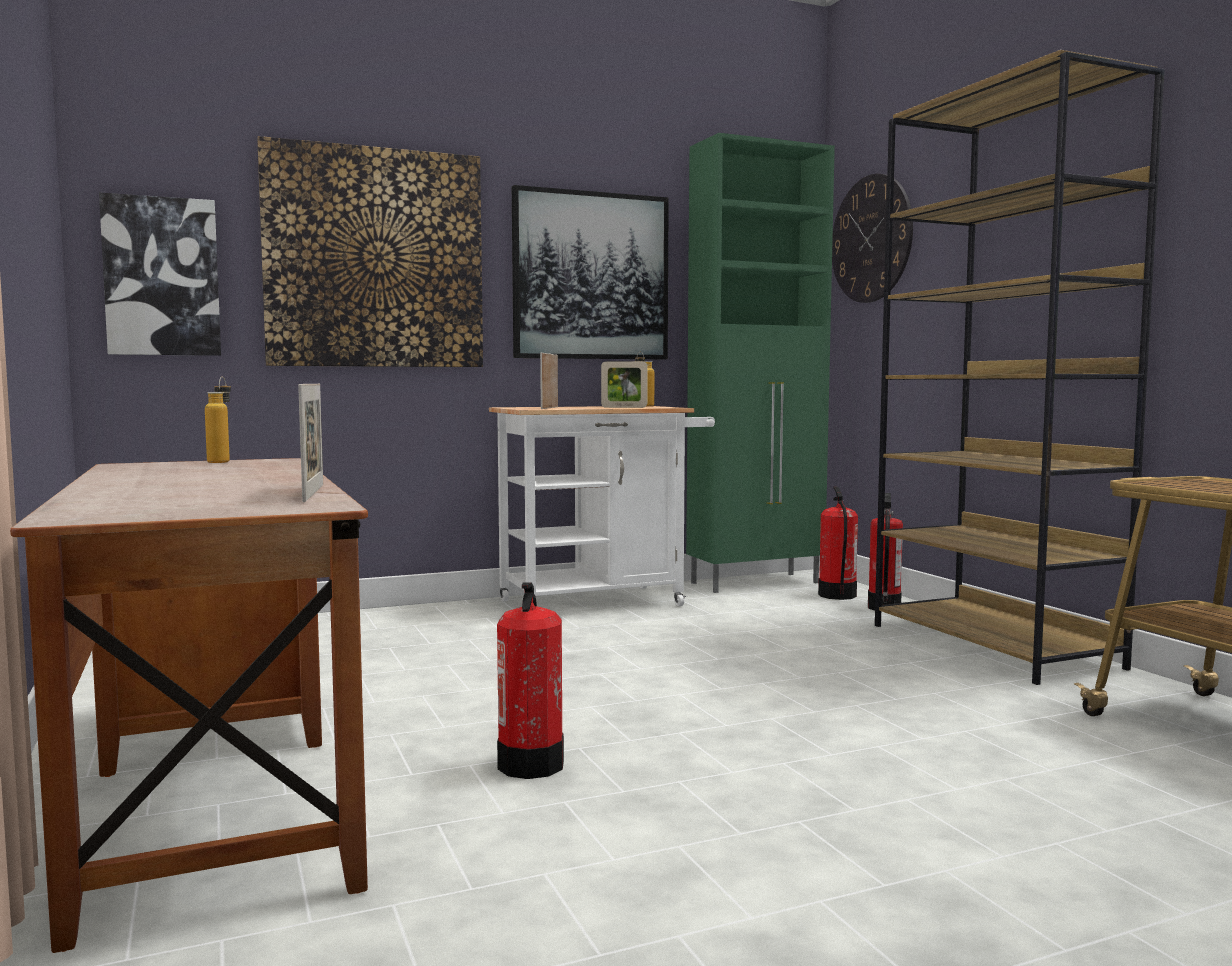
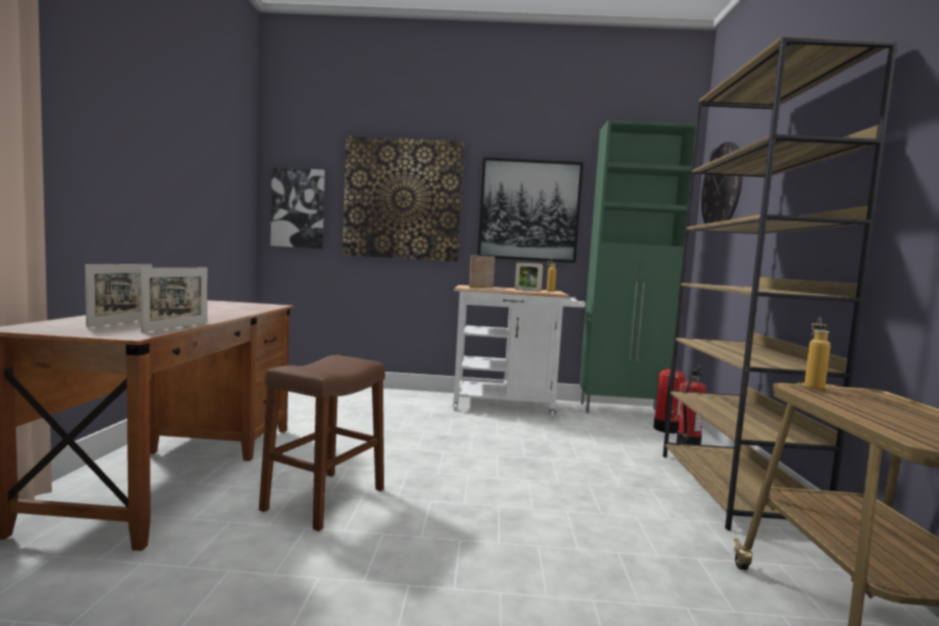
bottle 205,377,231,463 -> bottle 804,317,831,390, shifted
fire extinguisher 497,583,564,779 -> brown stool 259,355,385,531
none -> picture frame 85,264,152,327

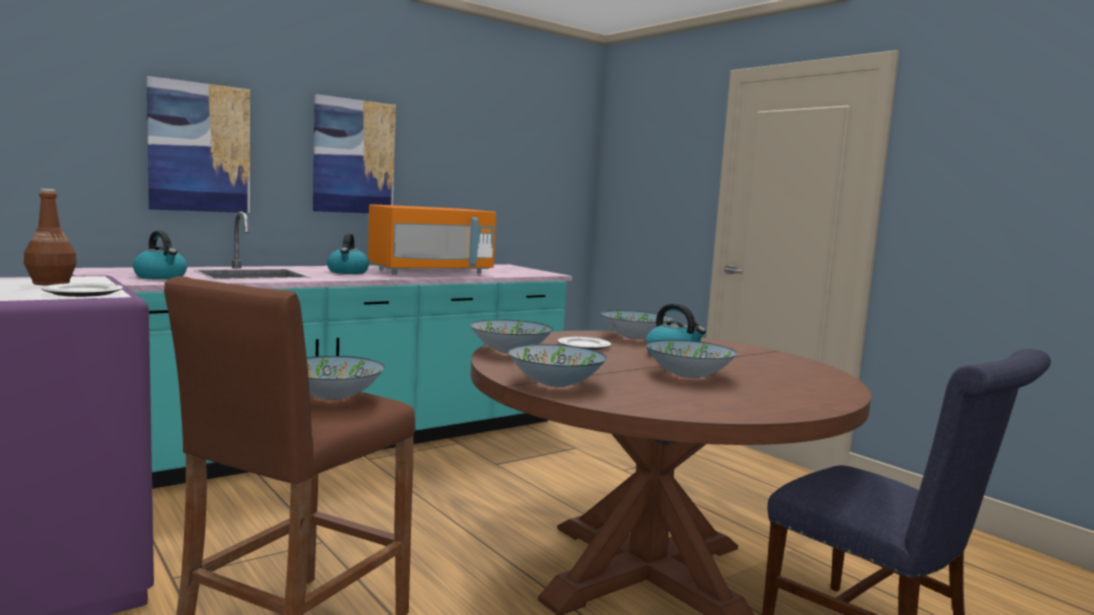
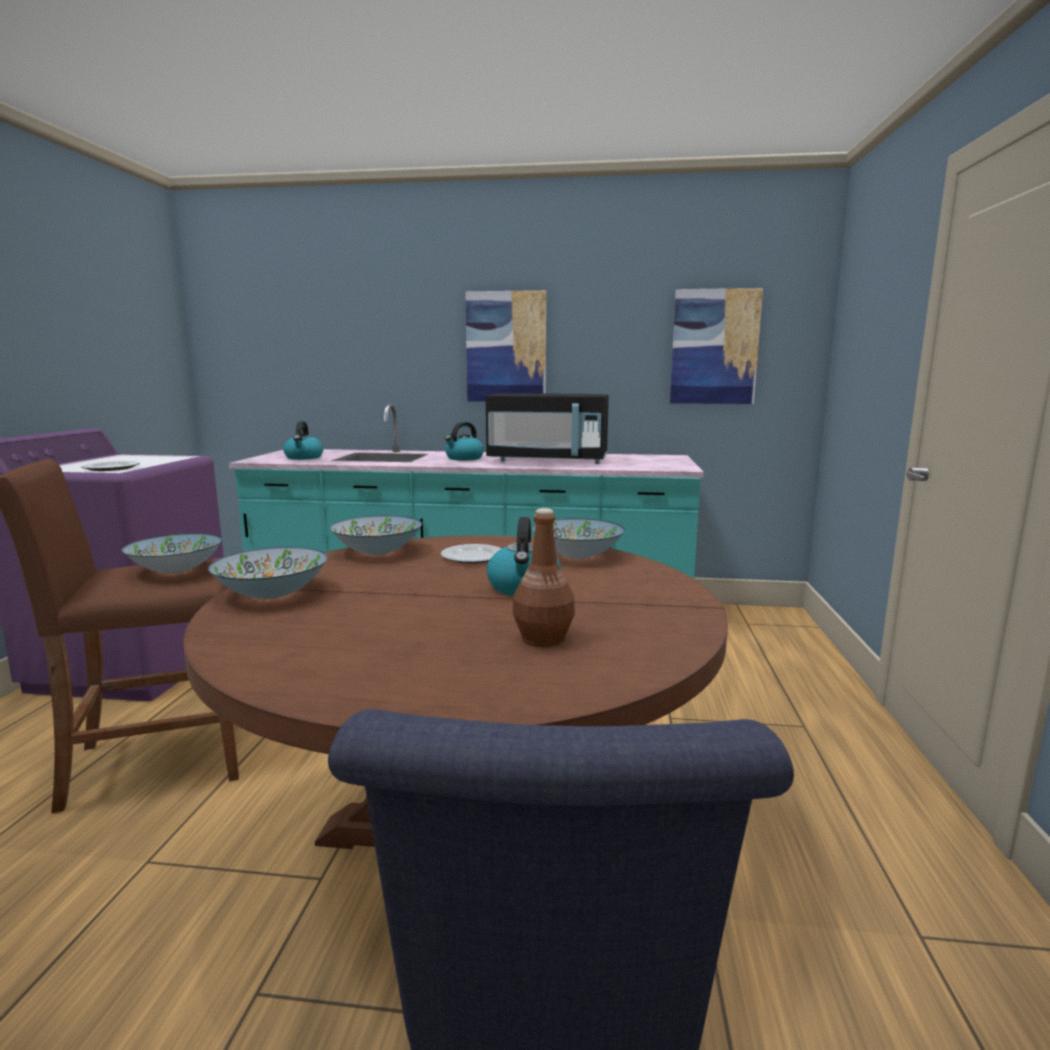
brown bottle 24,189,77,286 -> brown bottle 513,508,575,647, shifted
picture 146,76,250,213 -> picture 670,288,763,404, shifted
orange microwave 368,204,496,274 -> black microwave 486,393,609,464
bowl 646,340,737,378 -> none

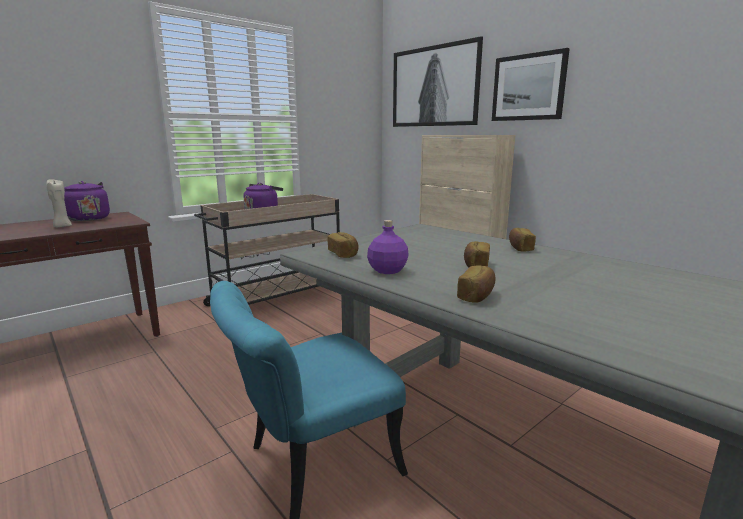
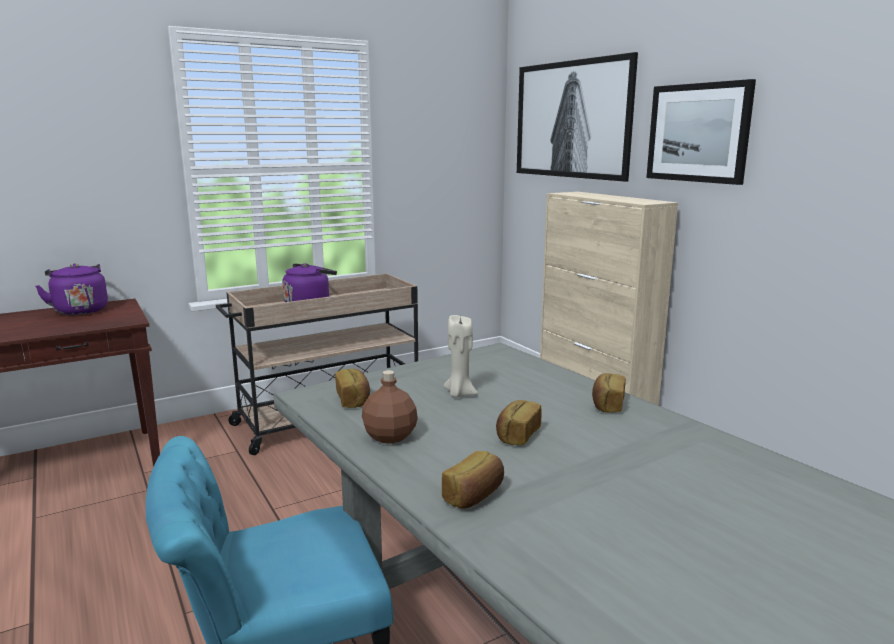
beige candle 46,180,72,227 -> beige candle 444,315,478,398, shifted
purple bottle 367,220,409,274 -> brown bottle 362,370,418,444

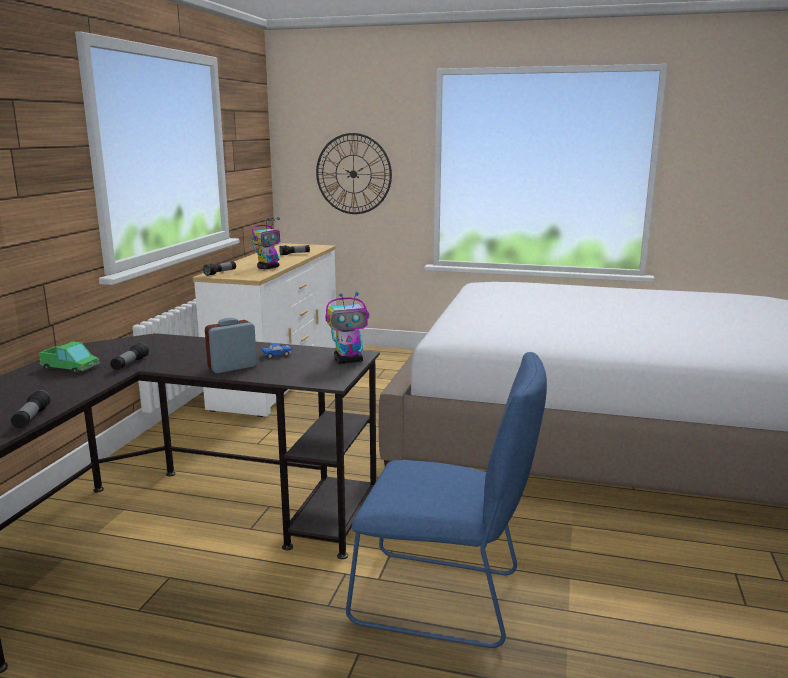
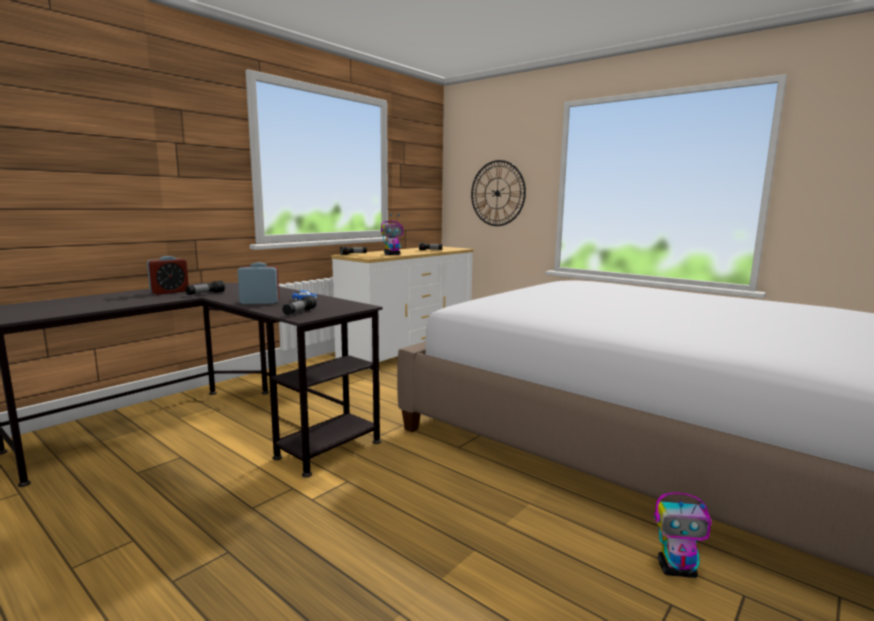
flashlight 11,390,51,428 -> flashlight 282,295,317,315, shifted
toy truck 39,342,100,374 -> alarm clock 147,256,189,295
toy robot 325,292,369,364 -> toy robot 654,493,712,578, shifted
blue chair 346,352,547,648 -> none

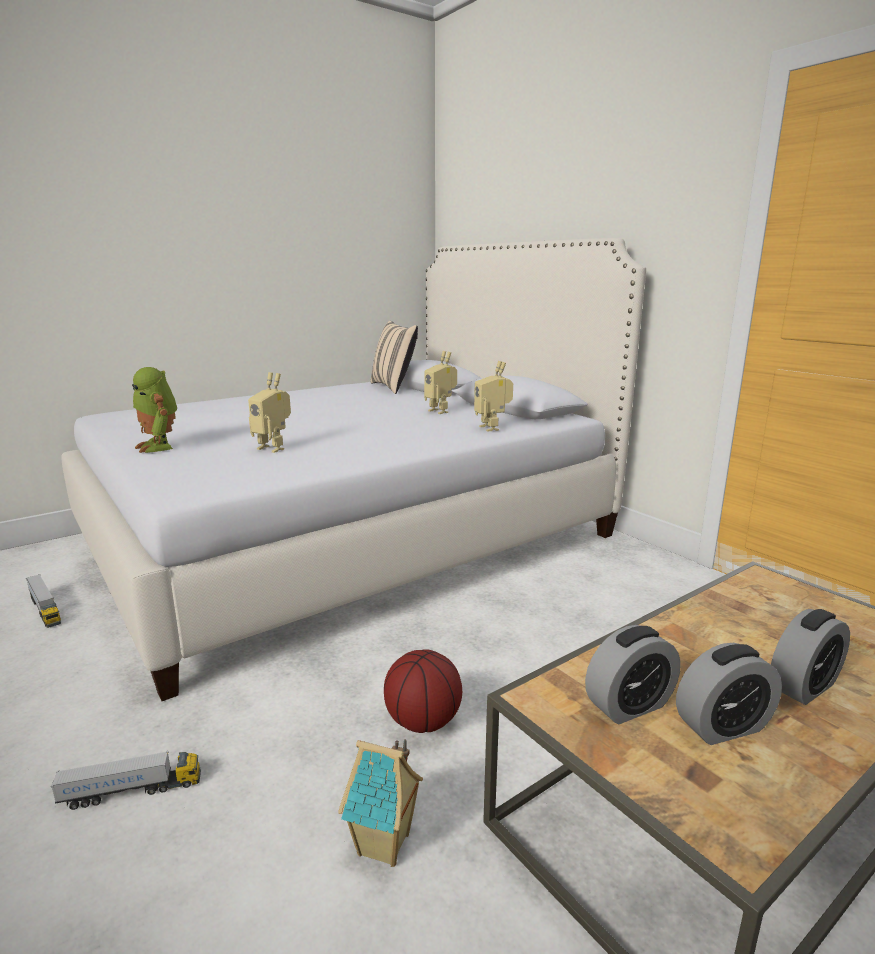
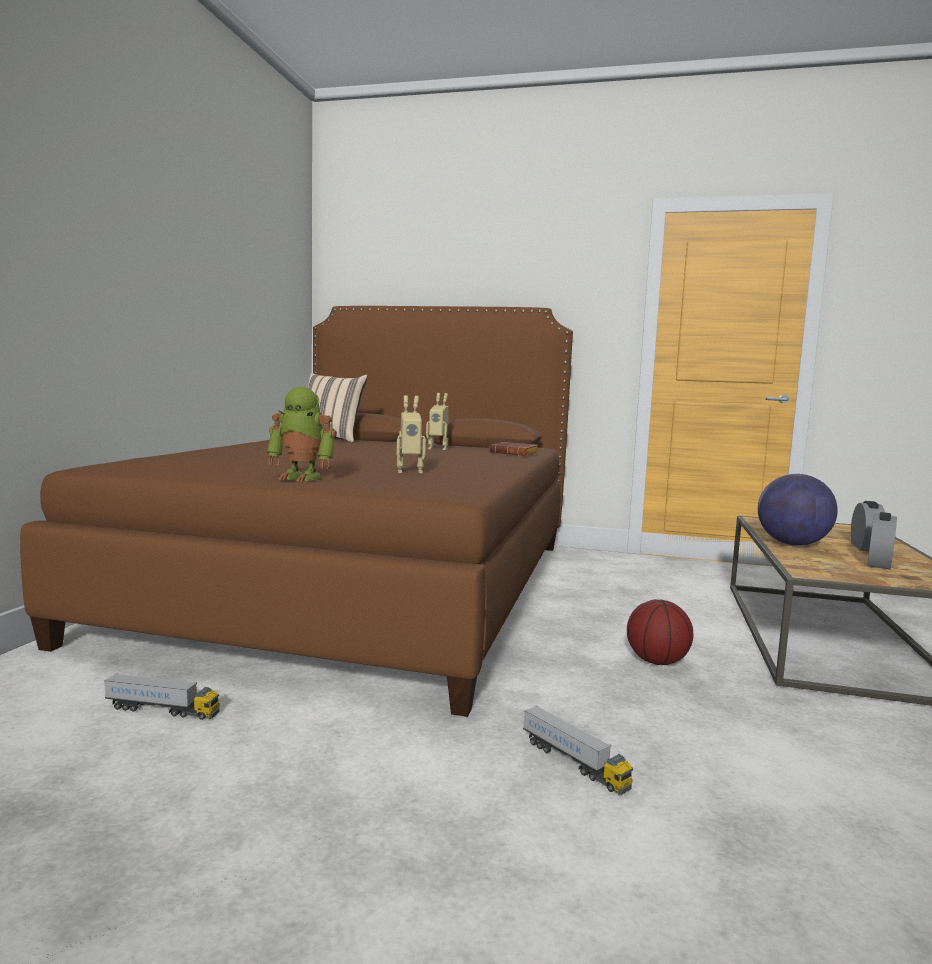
toy truck 51,751,201,810 -> toy truck 523,705,633,795, 105 degrees clockwise
white bed 61,238,646,701 -> brown bed 20,306,573,717
toy house 338,739,423,867 -> none
toy robot 474,361,513,431 -> brown book 489,442,538,456
alarm clock 585,625,681,724 -> none
none -> globe 758,474,838,546

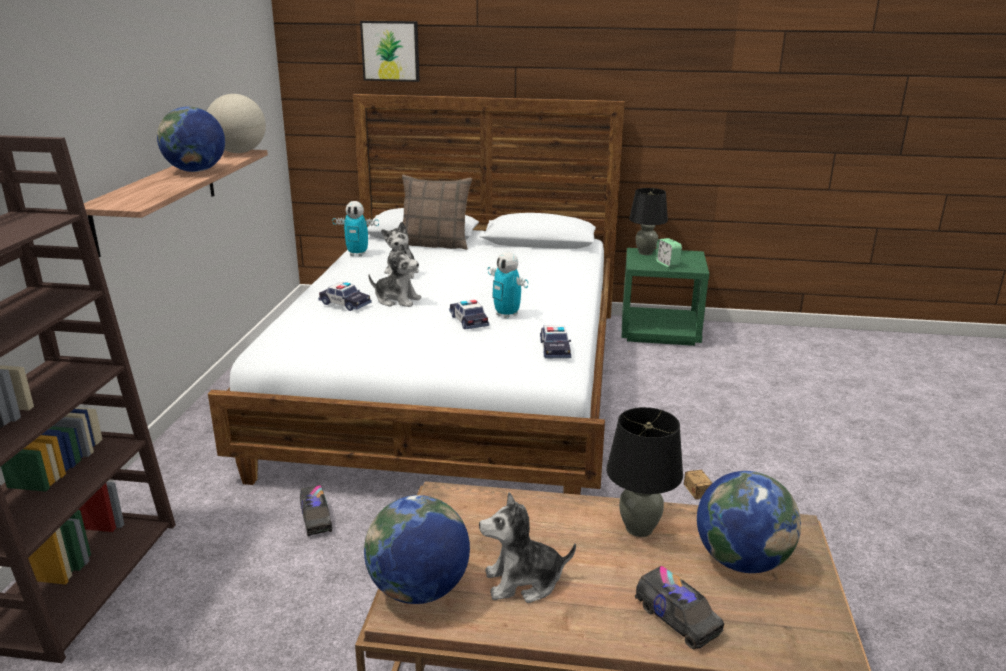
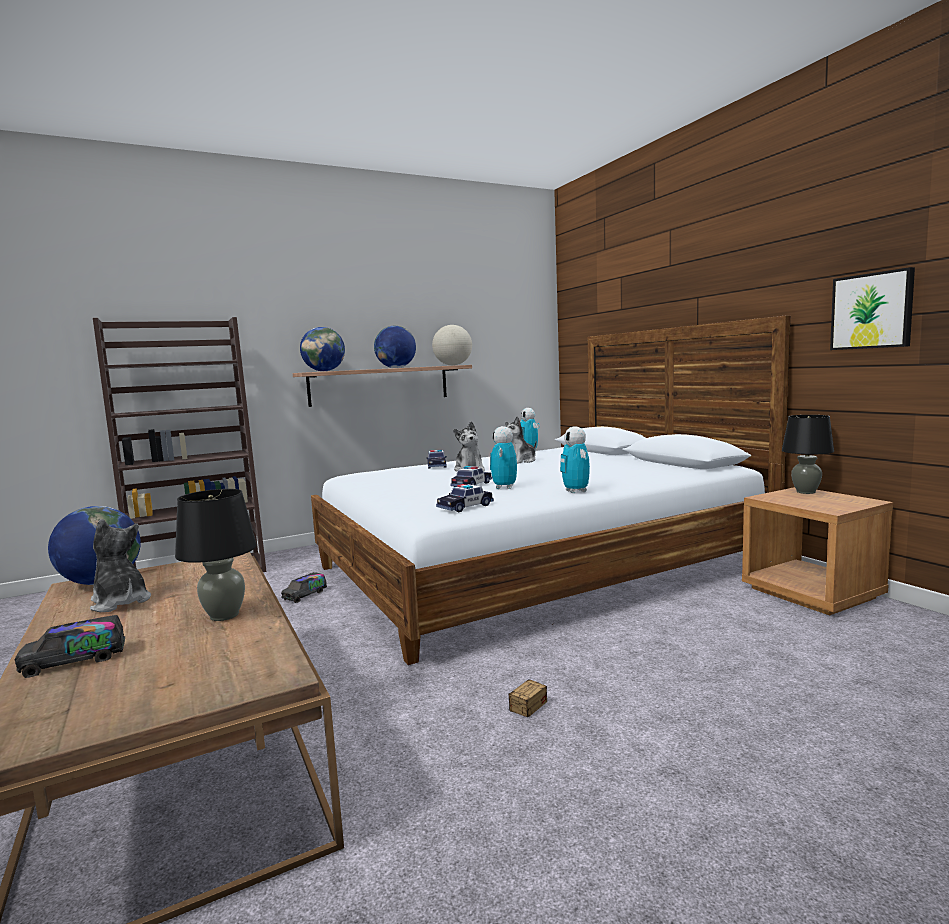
picture 360,21,420,82 -> picture 830,267,915,350, shifted
pillow 402,175,472,250 -> none
green nightstand 622,248,709,346 -> brown nightstand 742,487,893,615
toy truck 635,566,724,650 -> toy truck 15,615,125,678, 45 degrees clockwise
alarm clock 655,238,682,267 -> none
globe 697,471,801,573 -> globe 300,327,345,371, shifted
none -> toy robot 560,426,590,493

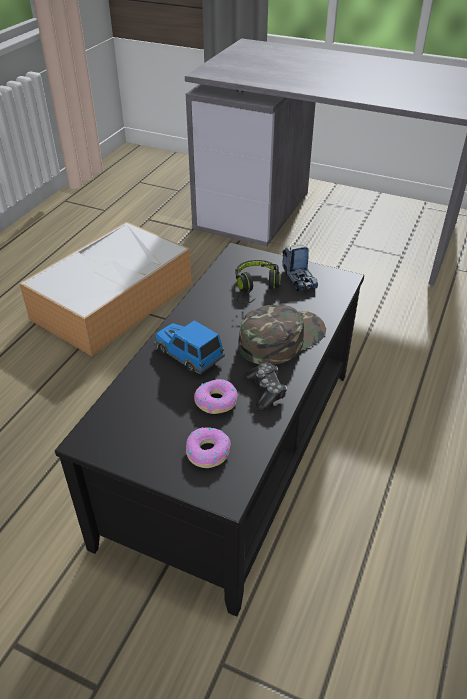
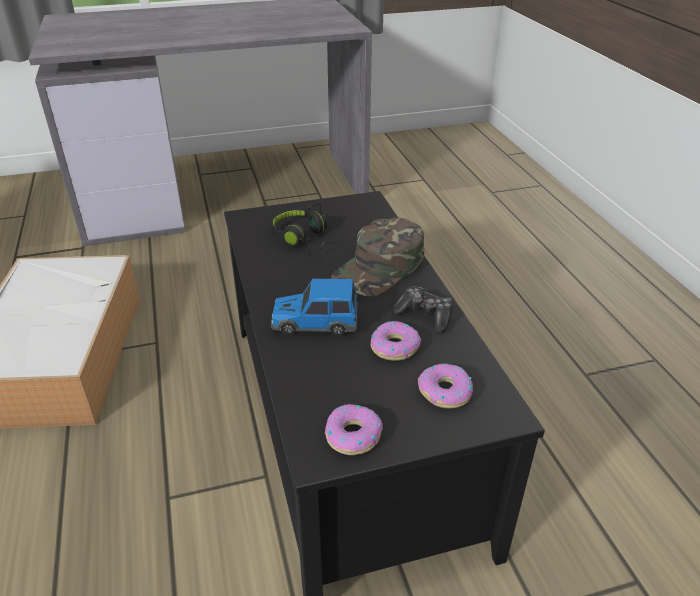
green cap 238,304,326,365 -> green cap 331,217,424,297, 150 degrees counterclockwise
toy truck 282,244,318,292 -> none
none -> donut 325,404,383,455

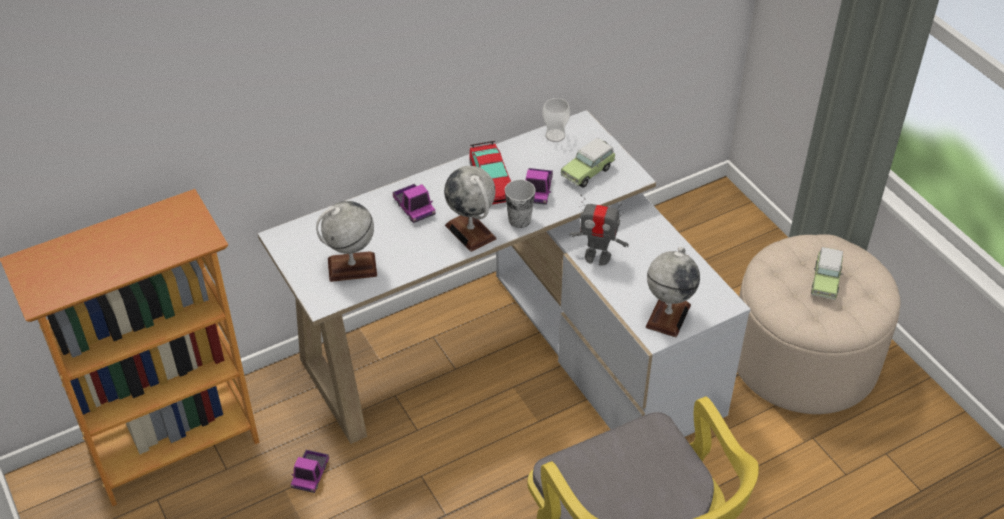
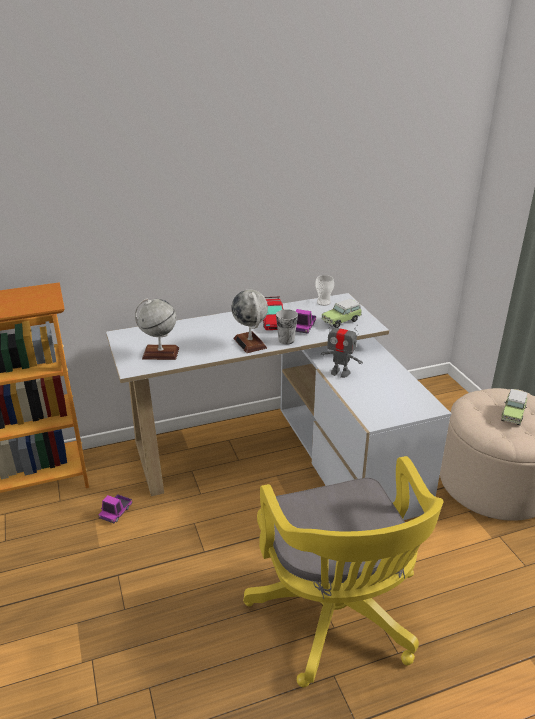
toy truck 393,184,435,223 -> none
globe 646,247,700,337 -> none

